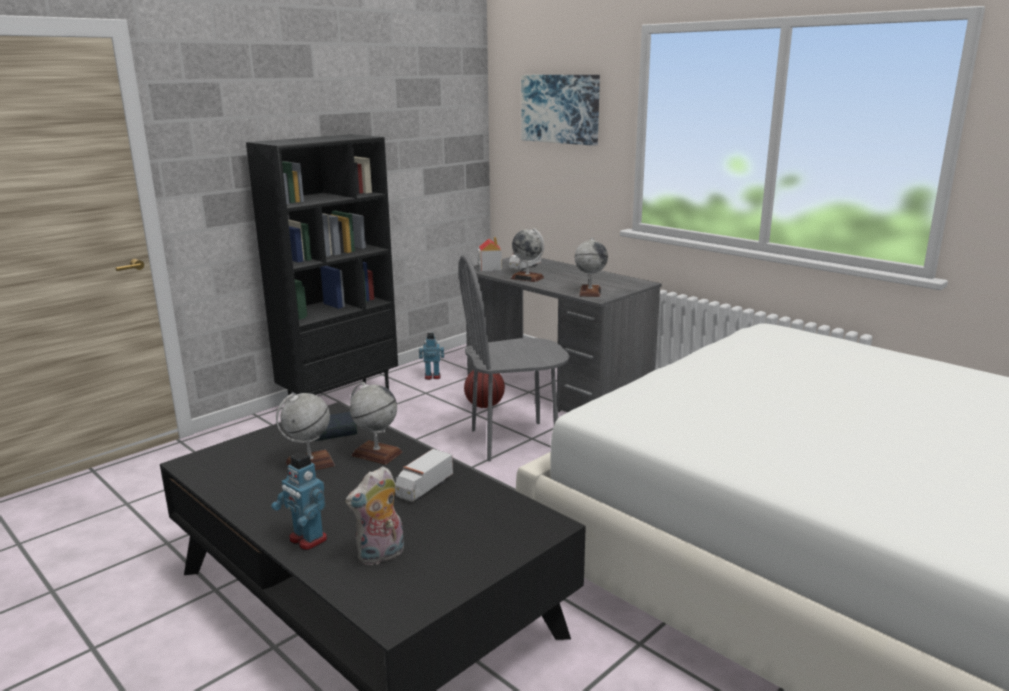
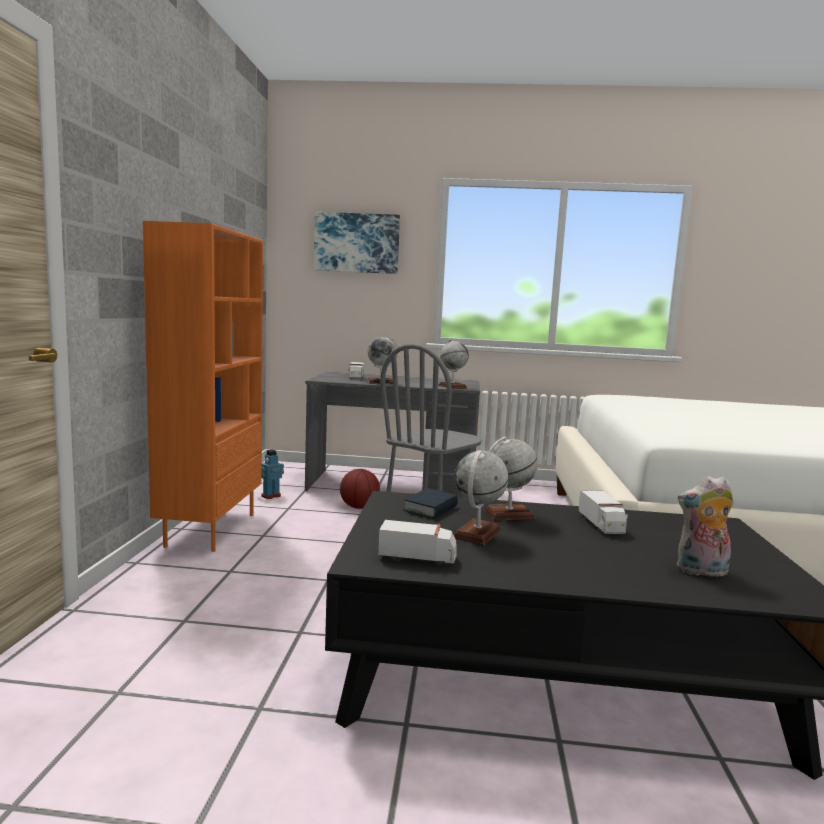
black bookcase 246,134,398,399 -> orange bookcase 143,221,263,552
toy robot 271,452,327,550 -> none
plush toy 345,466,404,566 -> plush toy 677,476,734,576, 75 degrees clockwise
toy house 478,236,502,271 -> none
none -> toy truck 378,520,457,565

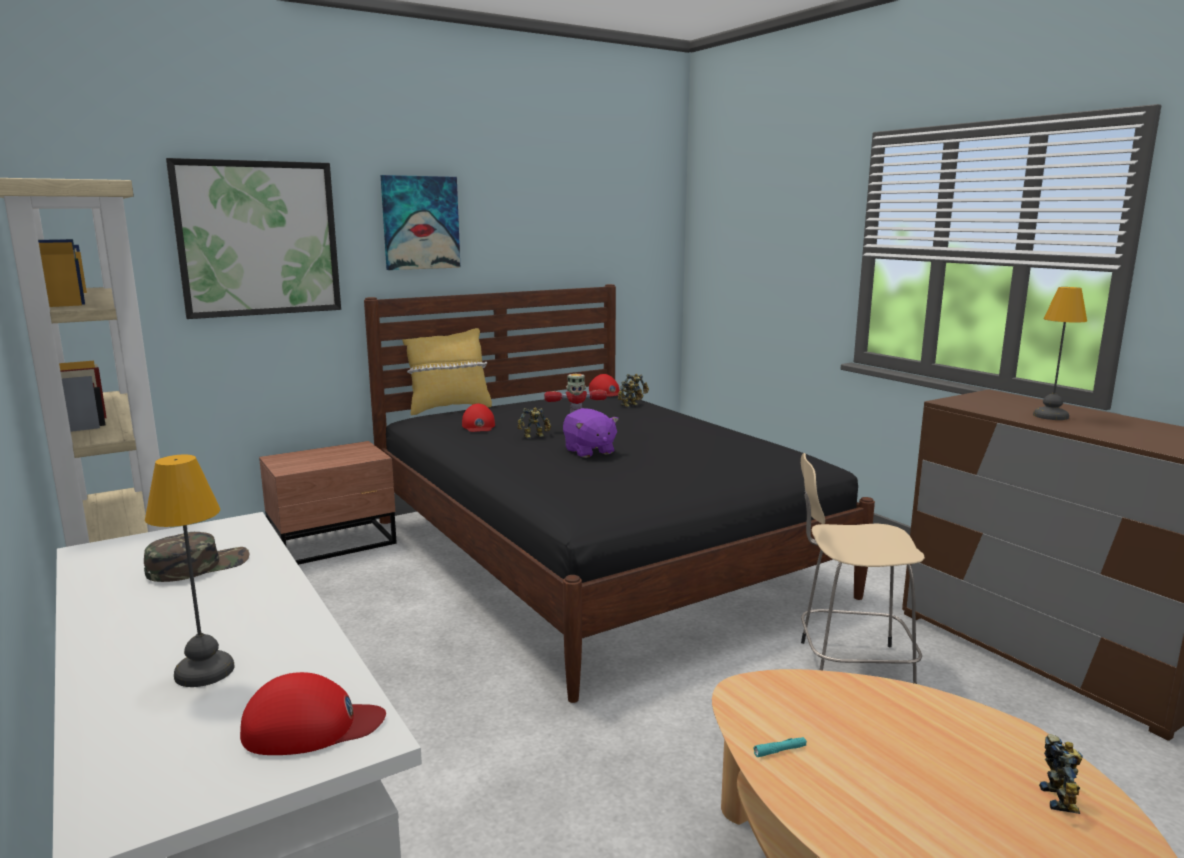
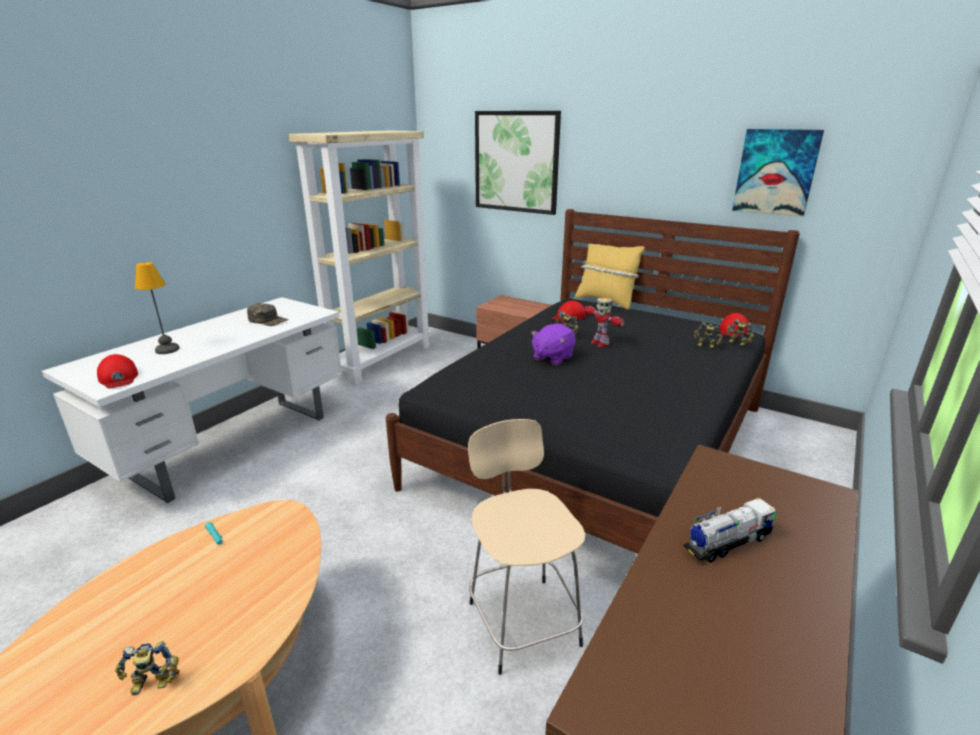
picture 381,175,460,270 -> picture 732,129,824,216, shifted
table lamp 1033,287,1087,420 -> toy truck 683,498,777,563

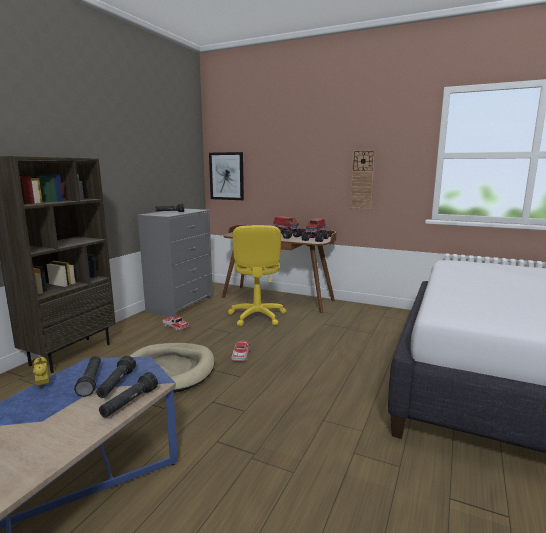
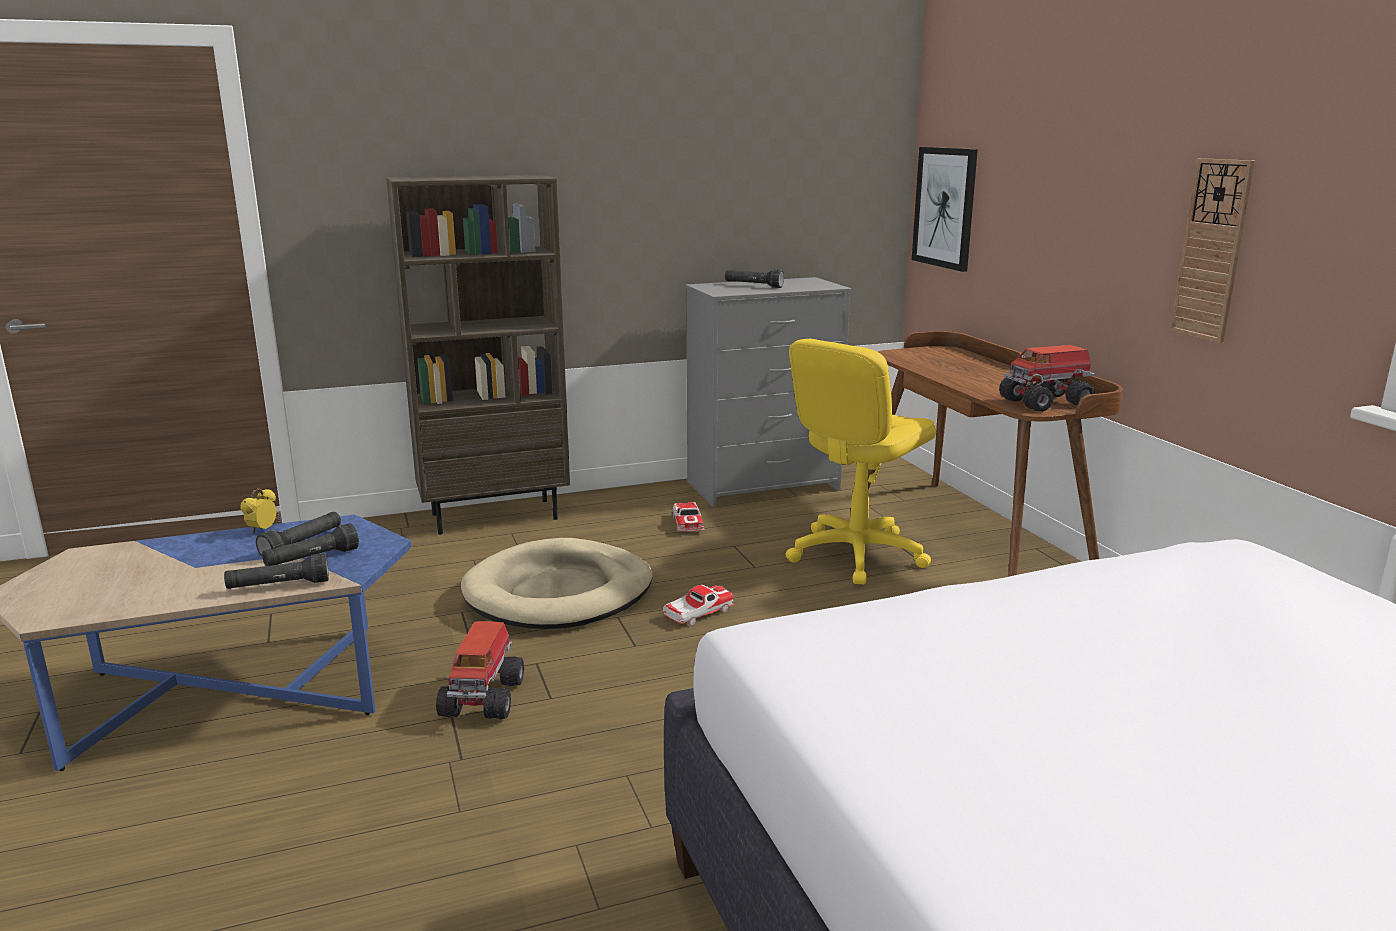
toy truck 272,216,302,239 -> toy truck 436,621,524,719, shifted

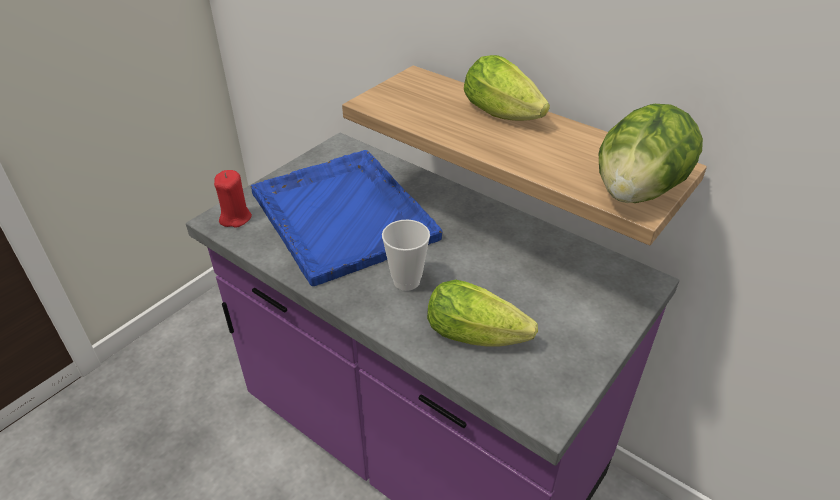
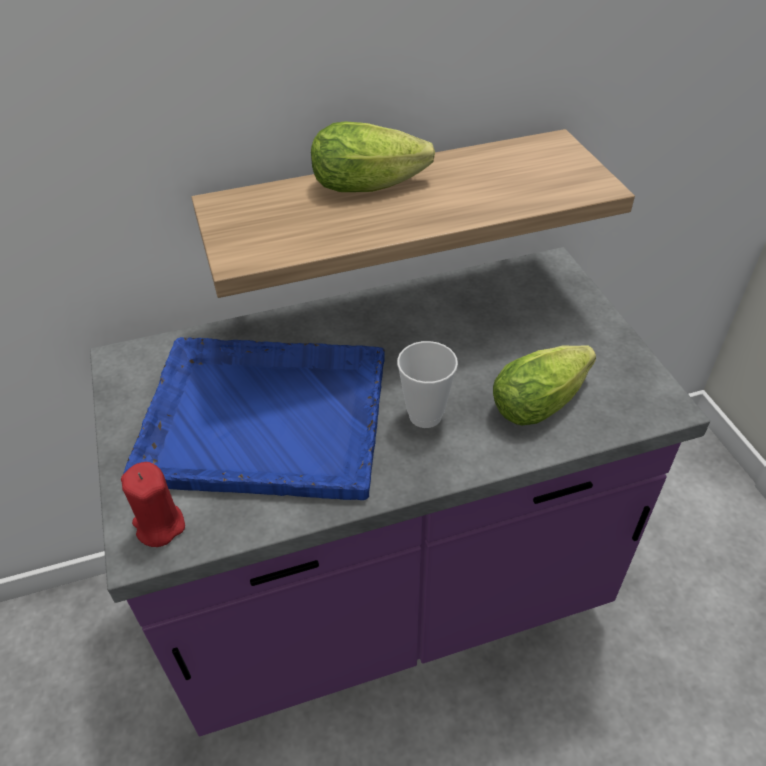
lettuce 599,104,703,203 -> none

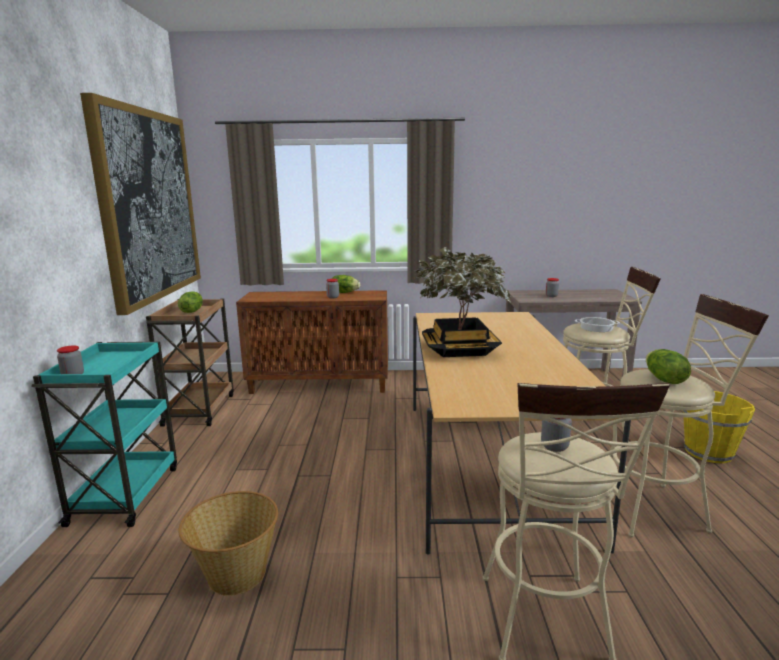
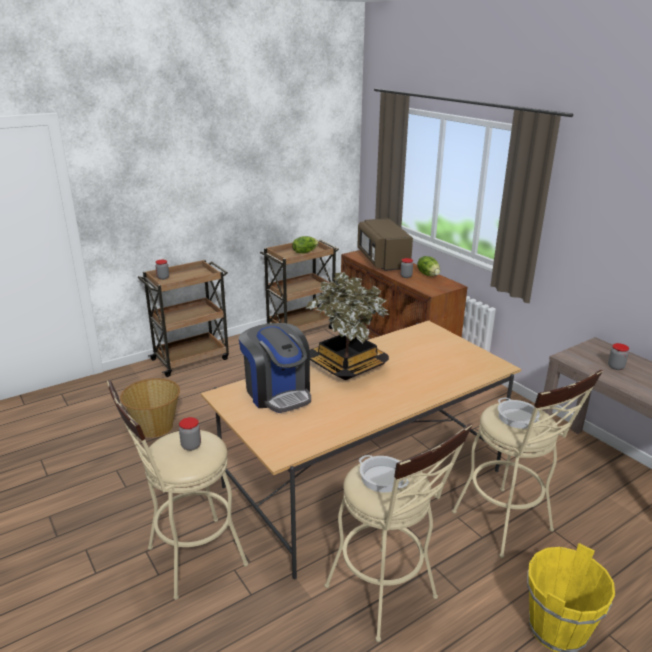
turquoise cart 32,341,177,527 -> brown cart 138,260,229,377
picture 80,93,201,315 -> none
lettuce 646,349,691,384 -> cooking pot 359,455,409,493
none -> coffee machine 238,323,311,413
none -> brown microwave 357,218,413,271

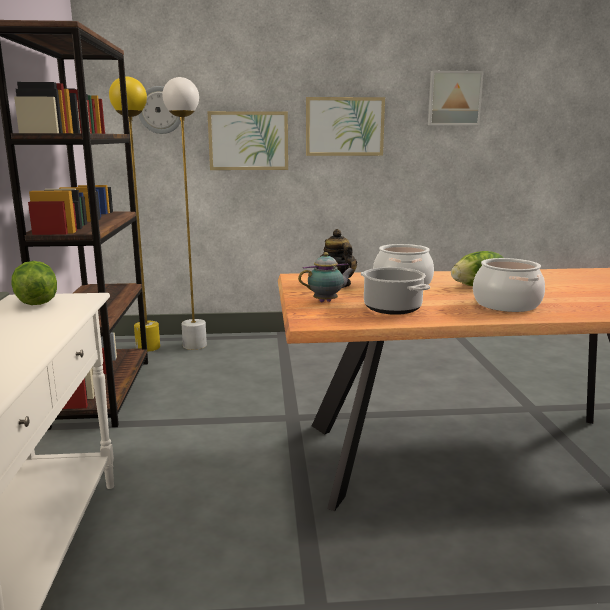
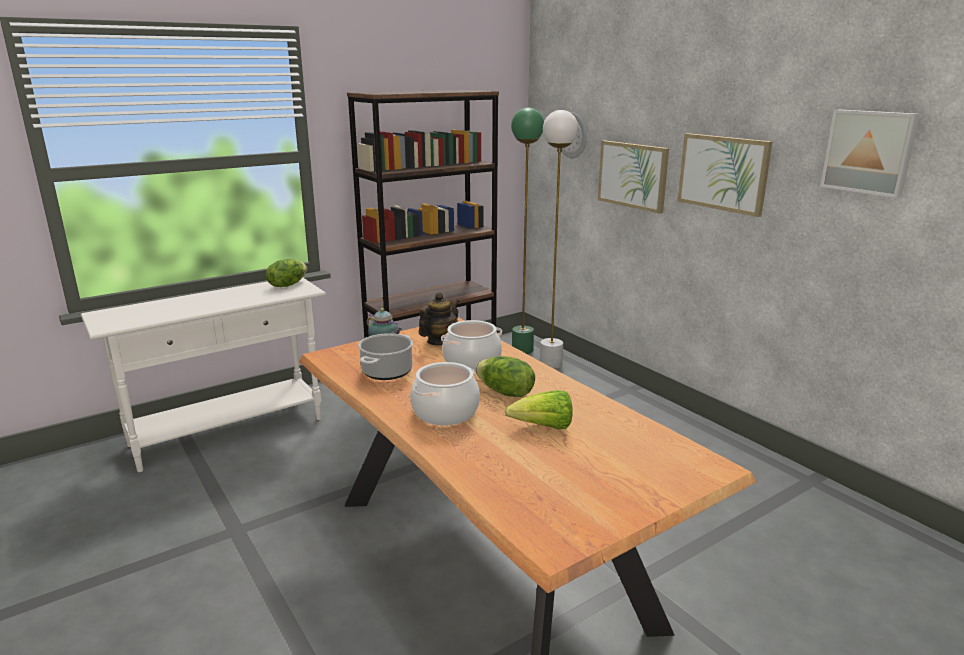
yellow floor lamp 109,76,160,352 -> green floor lamp 511,108,544,354
none -> lettuce 505,390,572,429

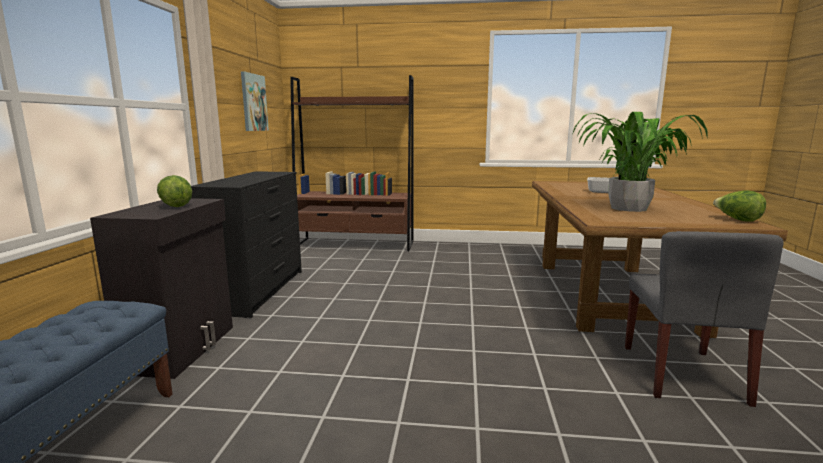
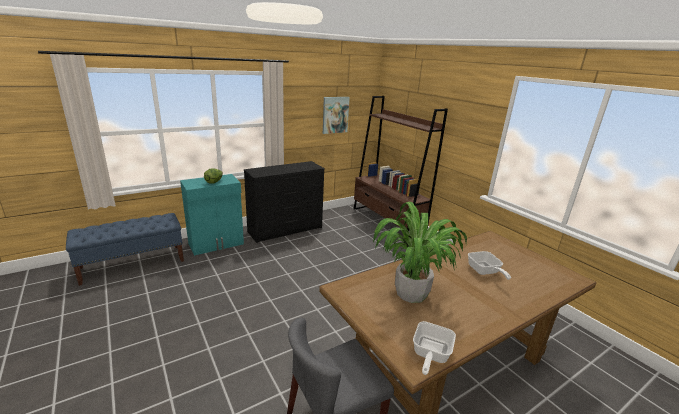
black cabinet 90,198,233,379 -> turquoise cabinet 180,174,244,256
lettuce 713,190,766,222 -> frying pan 413,321,456,375

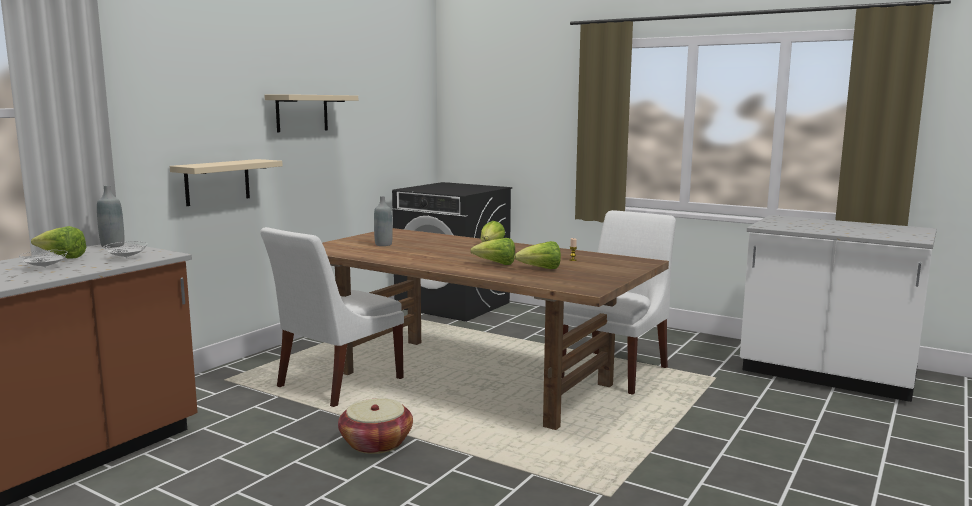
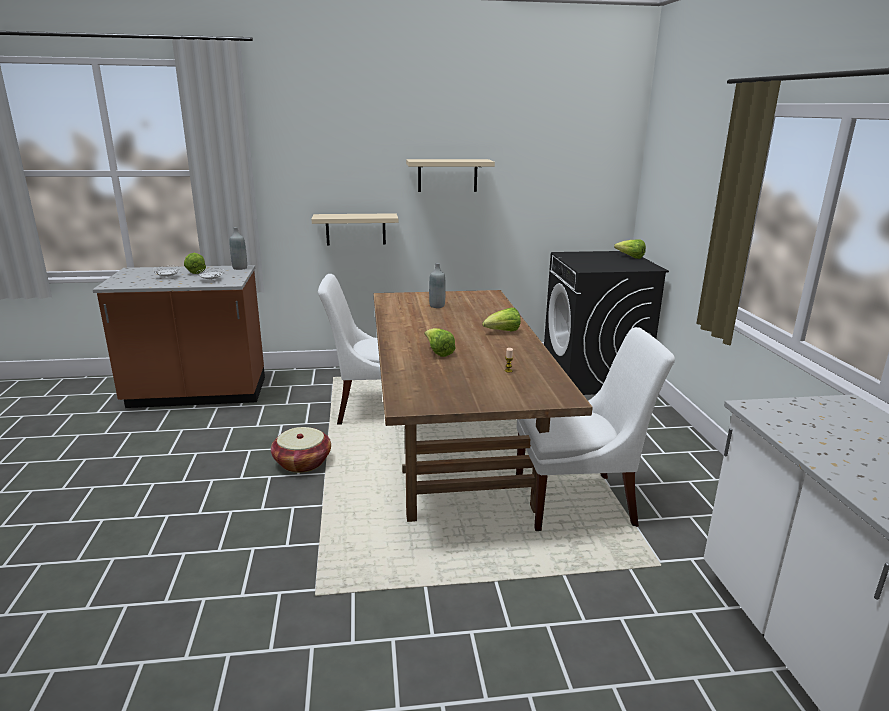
lettuce 514,241,561,269 -> lettuce 614,239,646,259, shifted

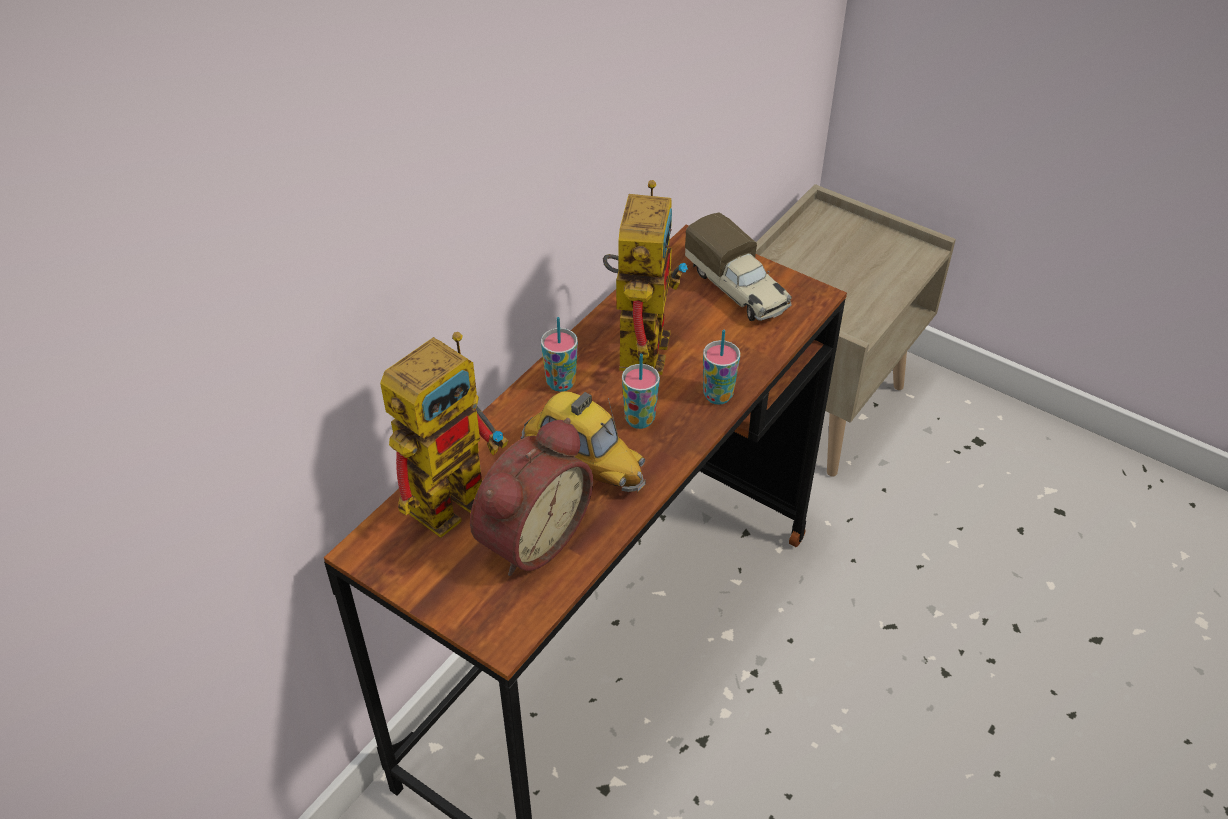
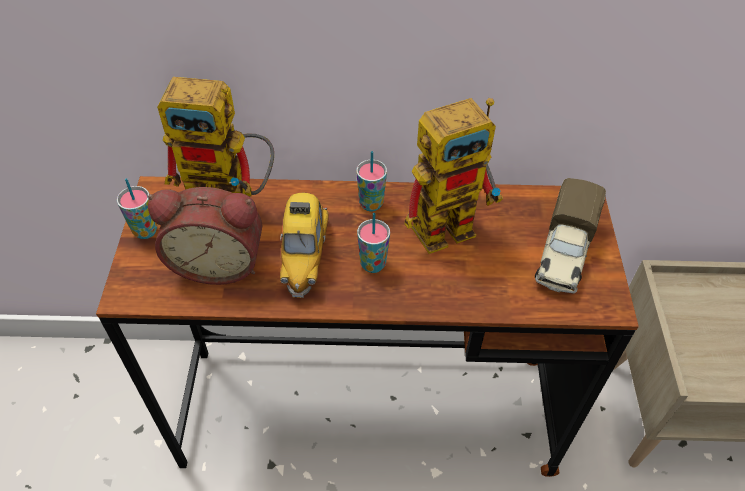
cup 703,330,740,405 -> cup 117,178,157,239, shifted

